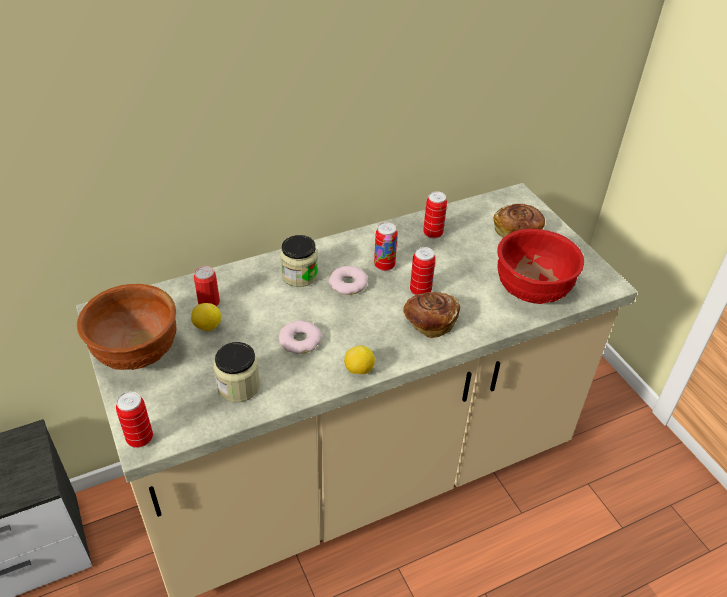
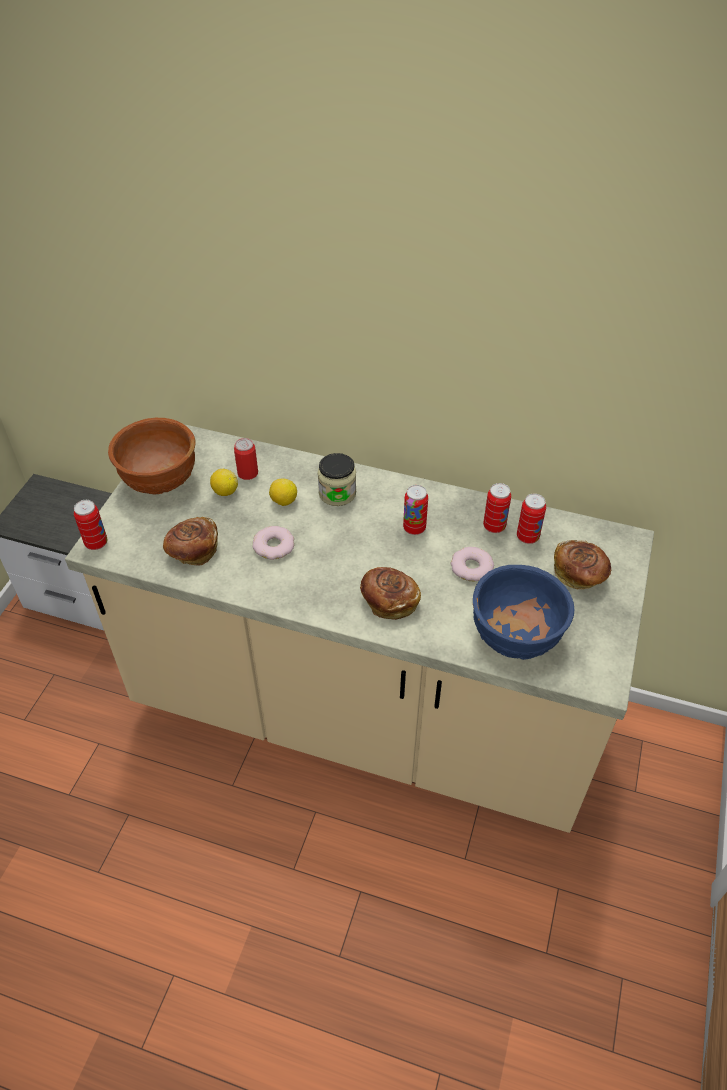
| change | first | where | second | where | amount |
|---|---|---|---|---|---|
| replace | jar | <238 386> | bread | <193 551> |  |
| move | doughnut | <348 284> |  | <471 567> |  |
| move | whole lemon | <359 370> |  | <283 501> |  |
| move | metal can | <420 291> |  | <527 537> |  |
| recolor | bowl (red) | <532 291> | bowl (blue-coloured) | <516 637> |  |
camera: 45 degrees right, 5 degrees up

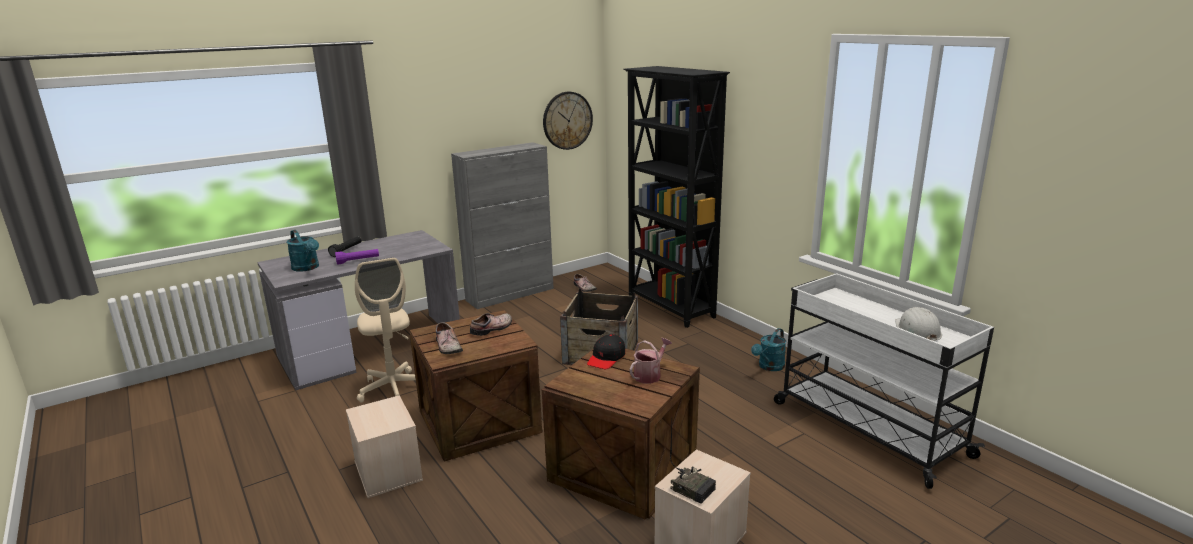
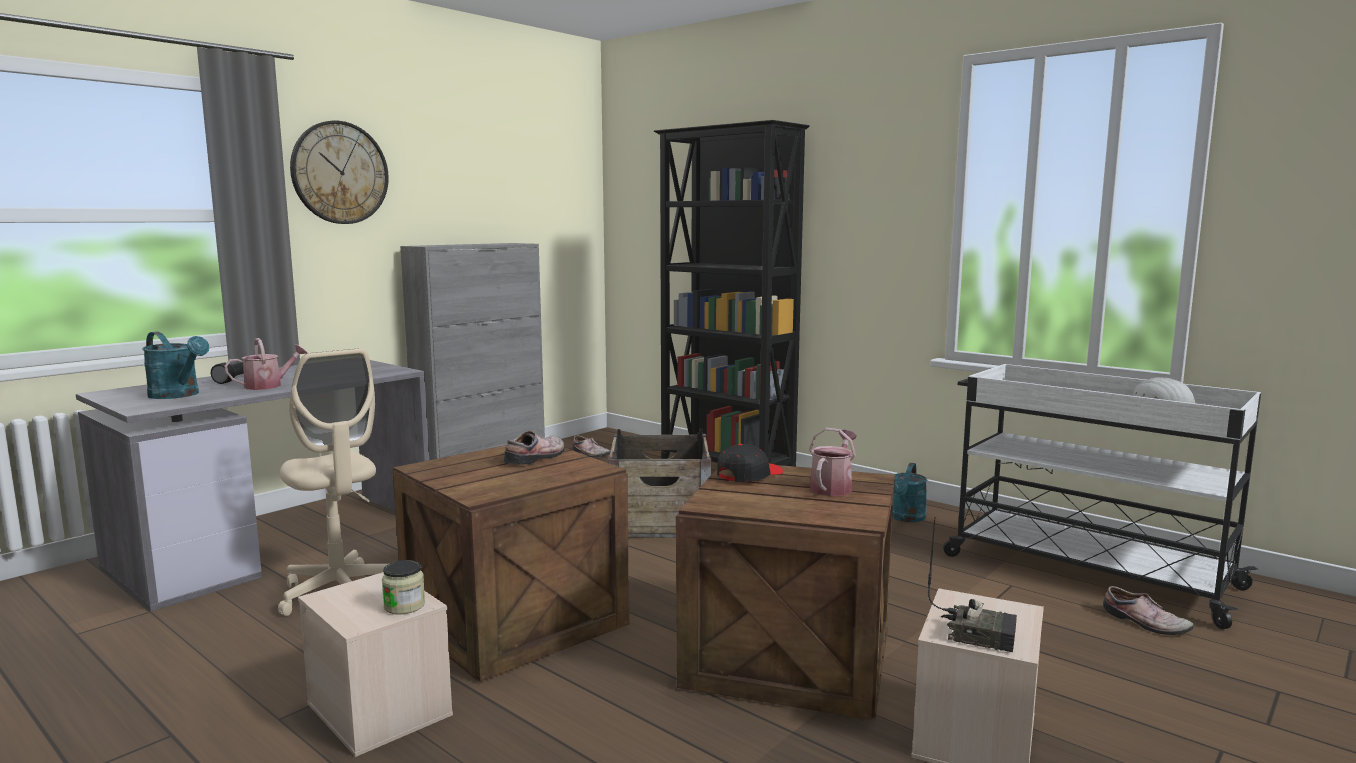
| change | first | where | second | where | amount |
|---|---|---|---|---|---|
| replace | flashlight (purplish) | <358 261> | sprinkling can | <268 386> |  |
| move | low shoe | <447 346> |  | <1144 623> |  |
| move | wall clock | <567 120> |  | <340 173> |  |
| rotate | cap (black-coloured) | <606 358> |  | <749 475> | 150 degrees counterclockwise |
| insert |  |  | jar | <404 606> |  |
camera: 15 degrees left, 10 degrees down

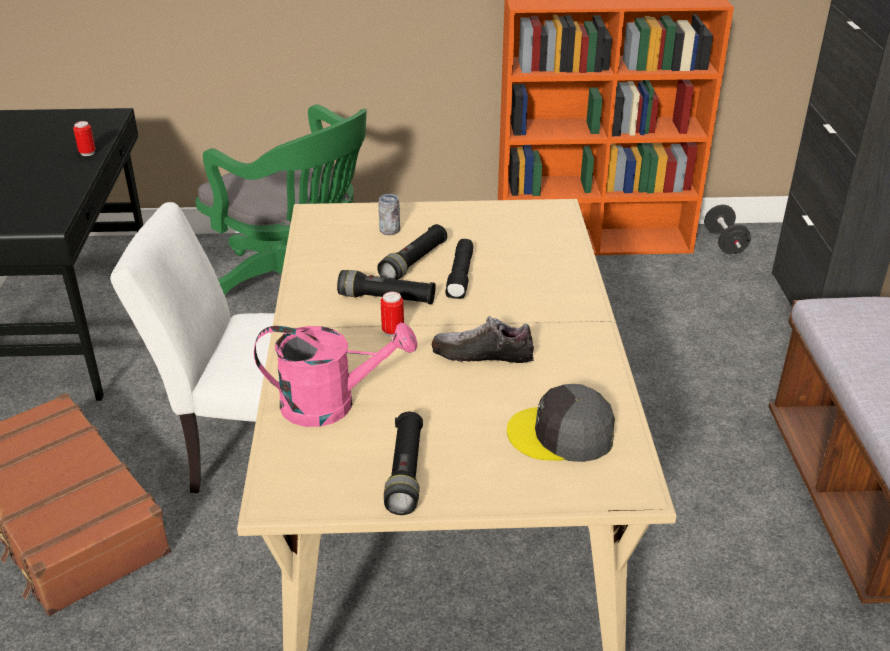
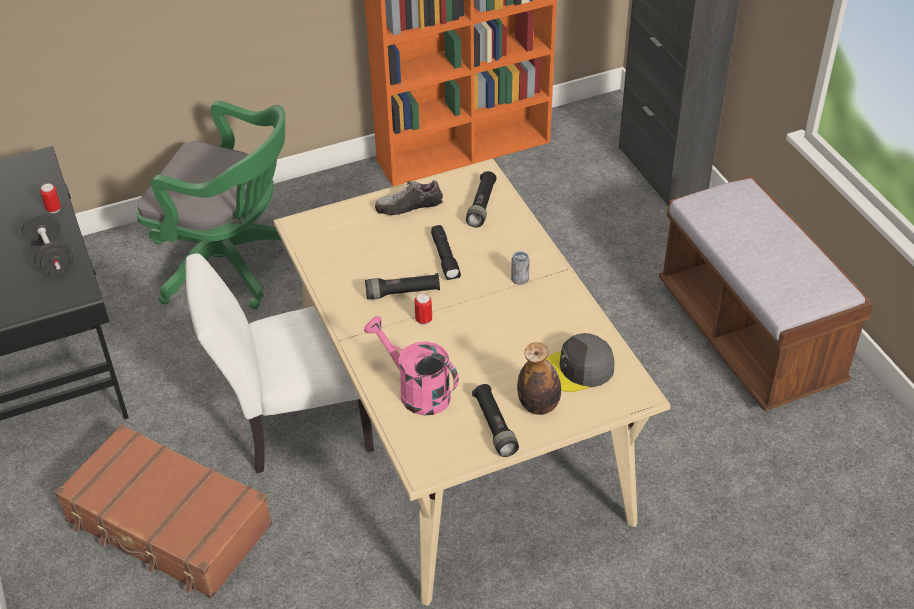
| change | first | where | second | where | amount |
|---|---|---|---|---|---|
| rotate | sprinkling can (pink-coloured) | <331 404> |  | <416 391> | 120 degrees counterclockwise |
| move | flashlight (black-coloured) | <414 263> |  | <481 205> |  |
| move | metal can | <389 230> |  | <520 279> |  |
| move | low shoe | <482 355> |  | <408 206> |  |
| move | dumbbell (black-coloured) | <724 243> |  | <52 257> |  |
| insert |  |  | beverage bottle | <539 405> |  |
camera: 20 degrees left, 10 degrees up

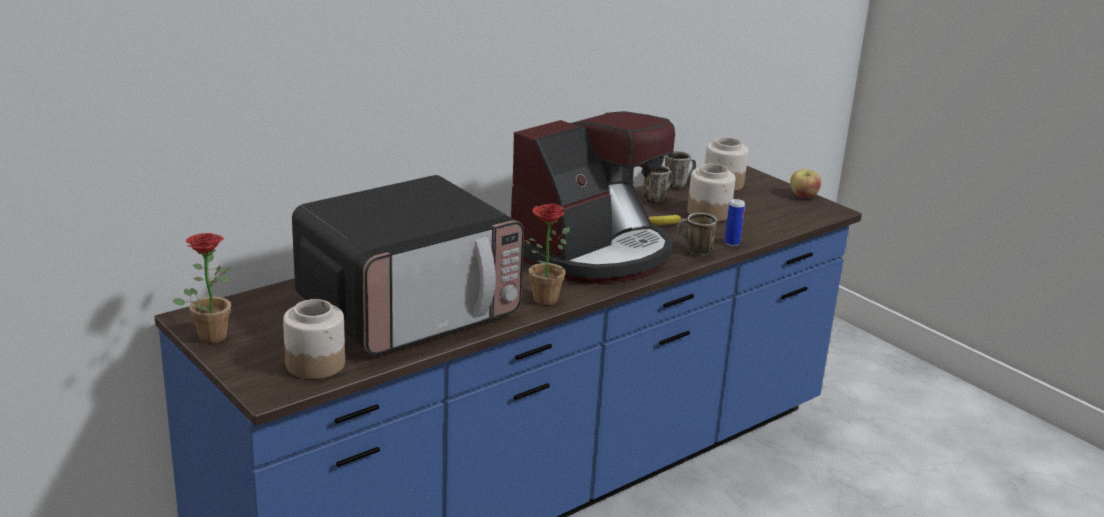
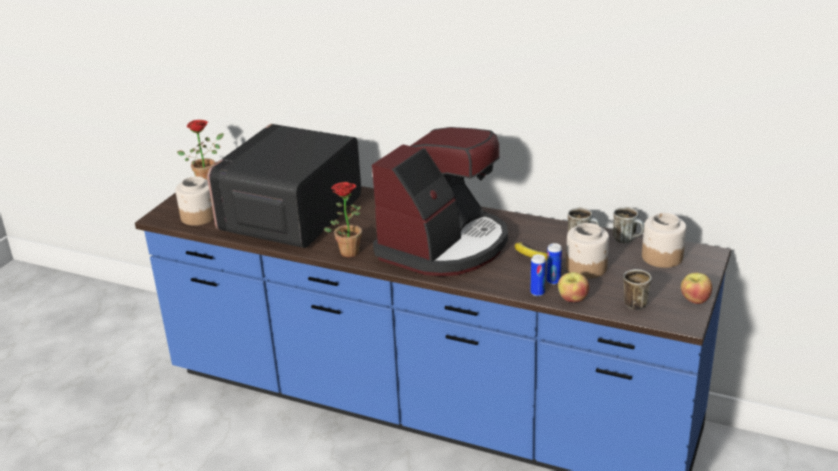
| change | first | where | second | where | amount |
|---|---|---|---|---|---|
| rotate | kitchen microwave | <409 309> |  | <290 217> | 90 degrees clockwise |
| rotate | coffee maker | <592 253> |  | <444 245> | 75 degrees counterclockwise |
| move | tea mug | <693 251> |  | <633 302> |  |
| insert |  |  | metal can | <553 281> |  |
| insert |  |  | apple | <572 299> |  |
camera: 65 degrees right, 5 degrees up

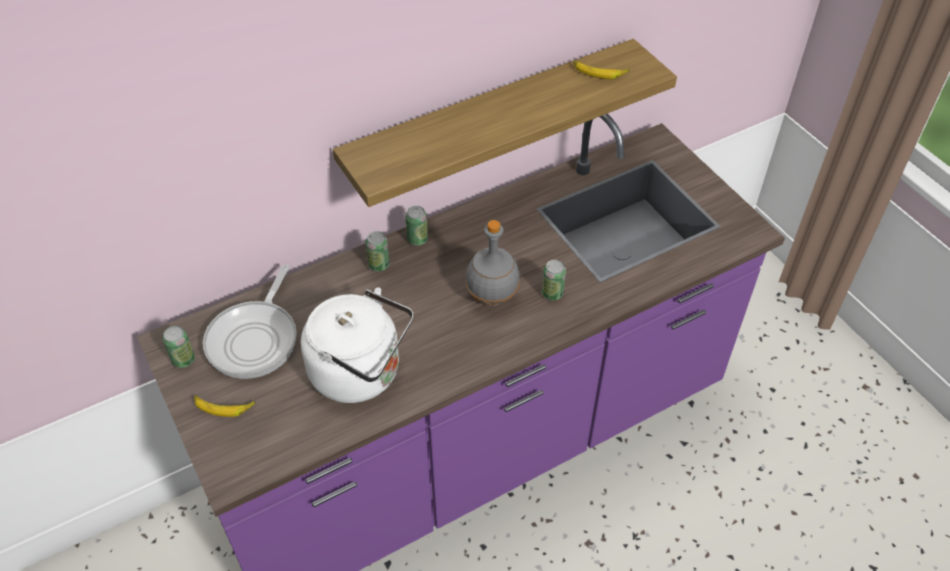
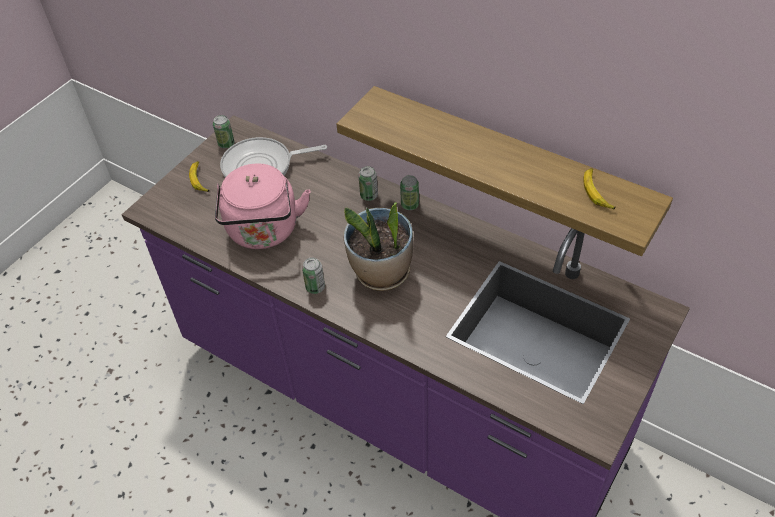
| change | first | where | second | where | amount |
|---|---|---|---|---|---|
| recolor | kettle (white-coloured) | <361 373> | kettle (pink-coloured) | <264 232> |  |
| replace | beverage bottle (greyish) | <492 296> | houseplant | <381 273> |  |
| move | metal can | <552 293> |  | <315 287> |  |
camera: 65 degrees right, 0 degrees up

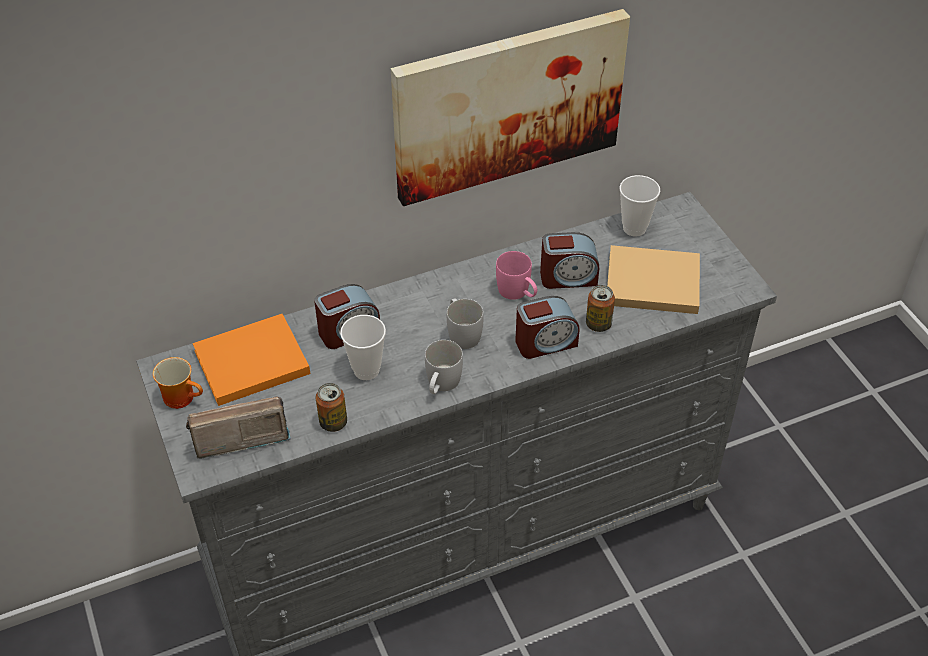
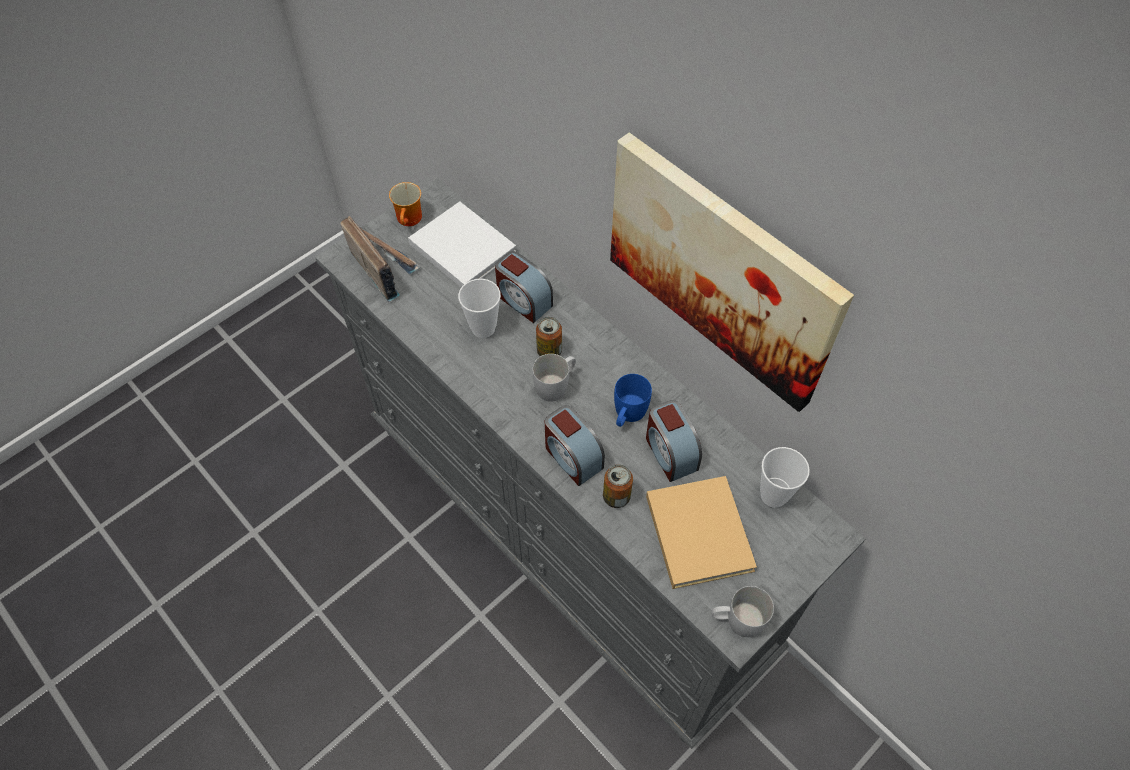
| change | first | where | second | where | amount |
|---|---|---|---|---|---|
| recolor | book (orange-coloured) | <248 363> | book (white-coloured) | <460 246> |  |
| move | metal can | <333 422> |  | <549 351> |  |
| move | tea mug (white-coloured) | <441 385> |  | <737 620> |  |
| recolor | tea mug (pink-coloured) | <517 293> | tea mug (blue-coloured) | <627 415> |  |
camera: 70 degrees right, 10 degrees up

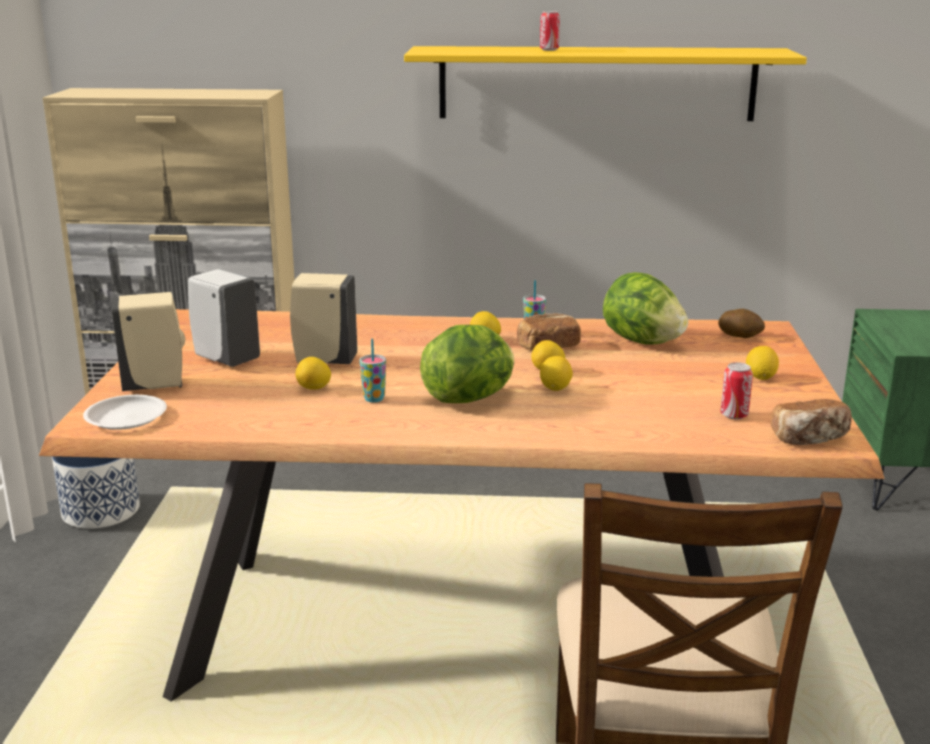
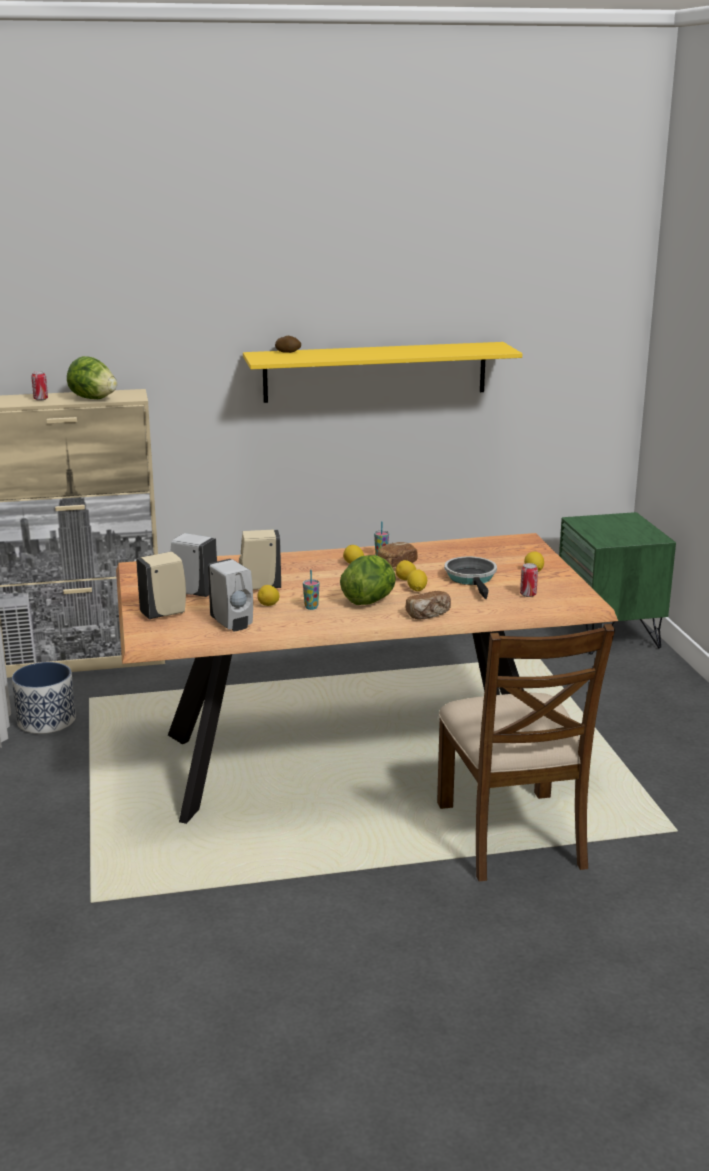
| change | first | where | second | where | amount |
|---|---|---|---|---|---|
| delete | dinner plate (white-coloured) | <125 417> |  |  |  |
| move | metal can | <549 50> |  | <41 399> |  |
| move | head of lettuce | <642 341> |  | <93 398> |  |
| move | spud | <740 336> |  | <288 352> |  |
| move | bread | <810 439> |  | <428 615> |  |
| insert |  |  | soap dispenser (white-coloured) | <232 624> |  |
| insert |  |  | skillet | <472 579> |  |
camera: 15 degrees left, 0 degrees up

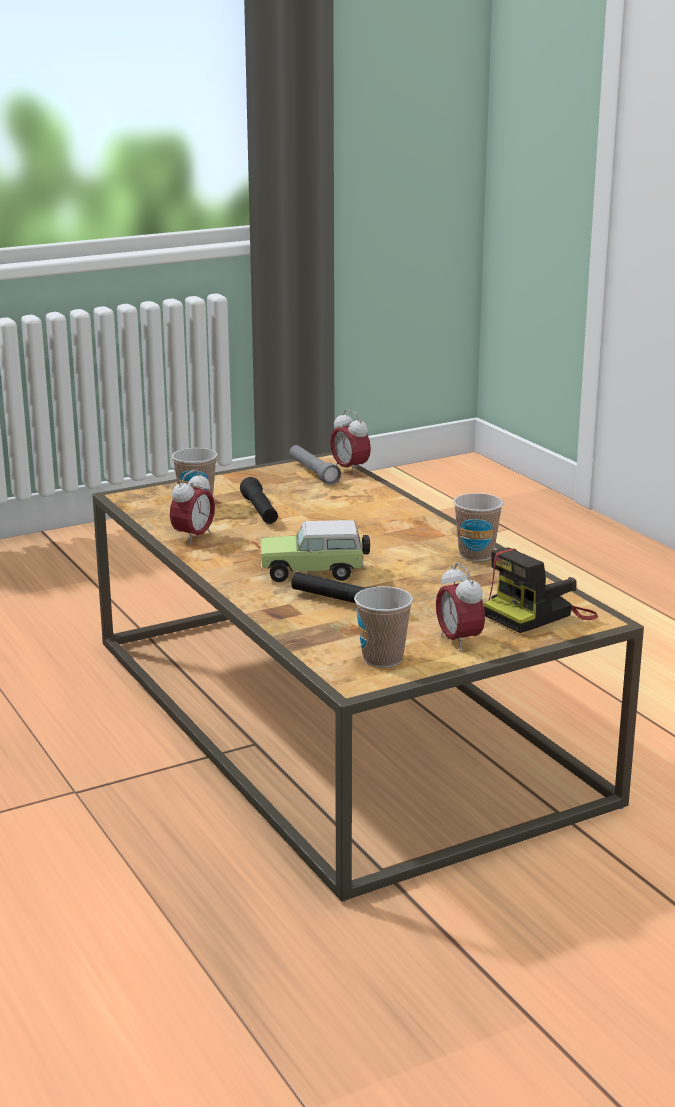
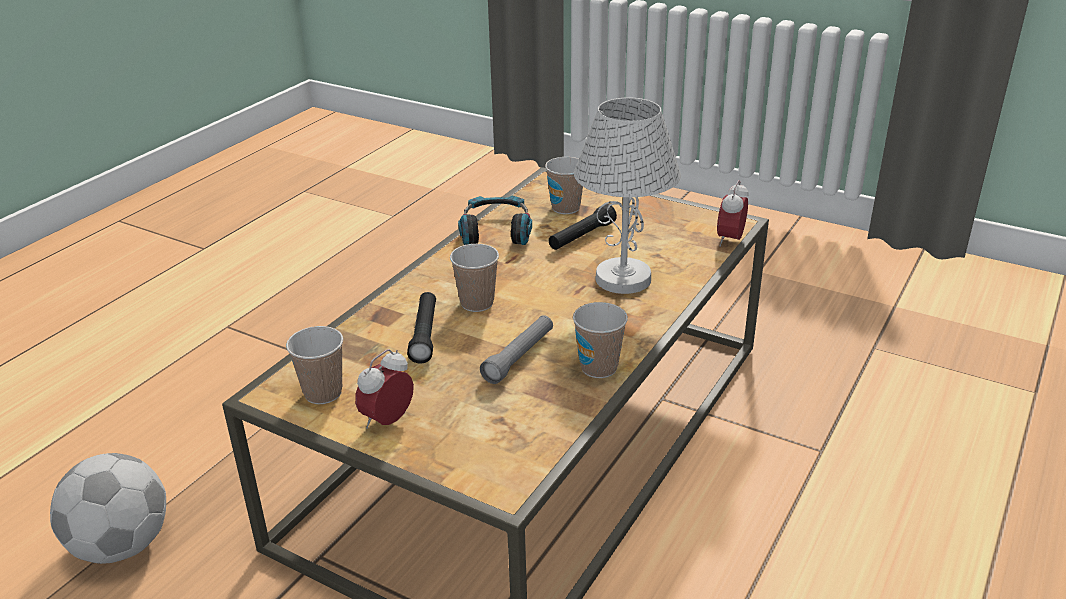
| change | first | where | second | where | amount |
|---|---|---|---|---|---|
| replace | alarm clock | <193 537> | pair of headphones | <496 231> |  |
| replace | model car | <315 572> | small cup | <477 303> |  |
| move | flashlight (greyish) | <313 472> |  | <519 357> |  |
| delete | still camera | <538 614> |  |  |  |
| insert |  |  | football | <121 546> |  |
| insert |  |  | table lamp (white-coloured) | <624 278> |  |
camera: 60 degrees right, 10 degrees up

